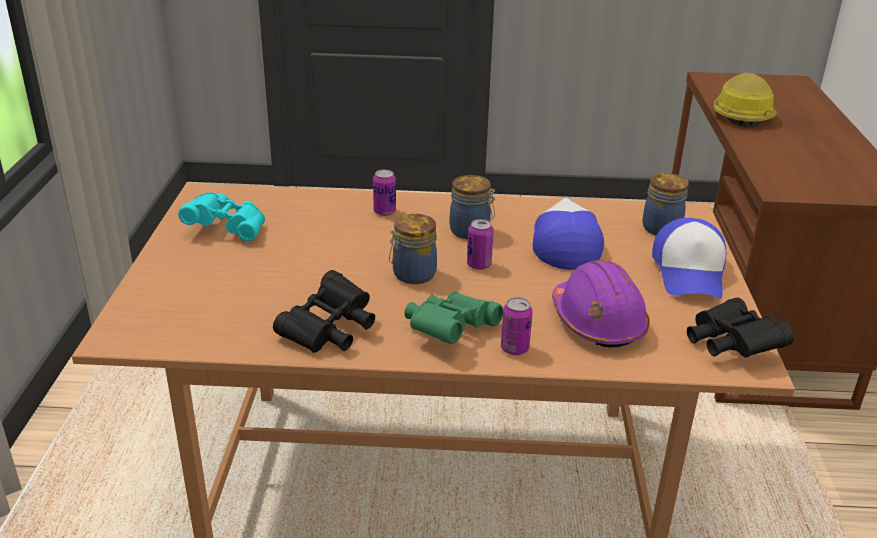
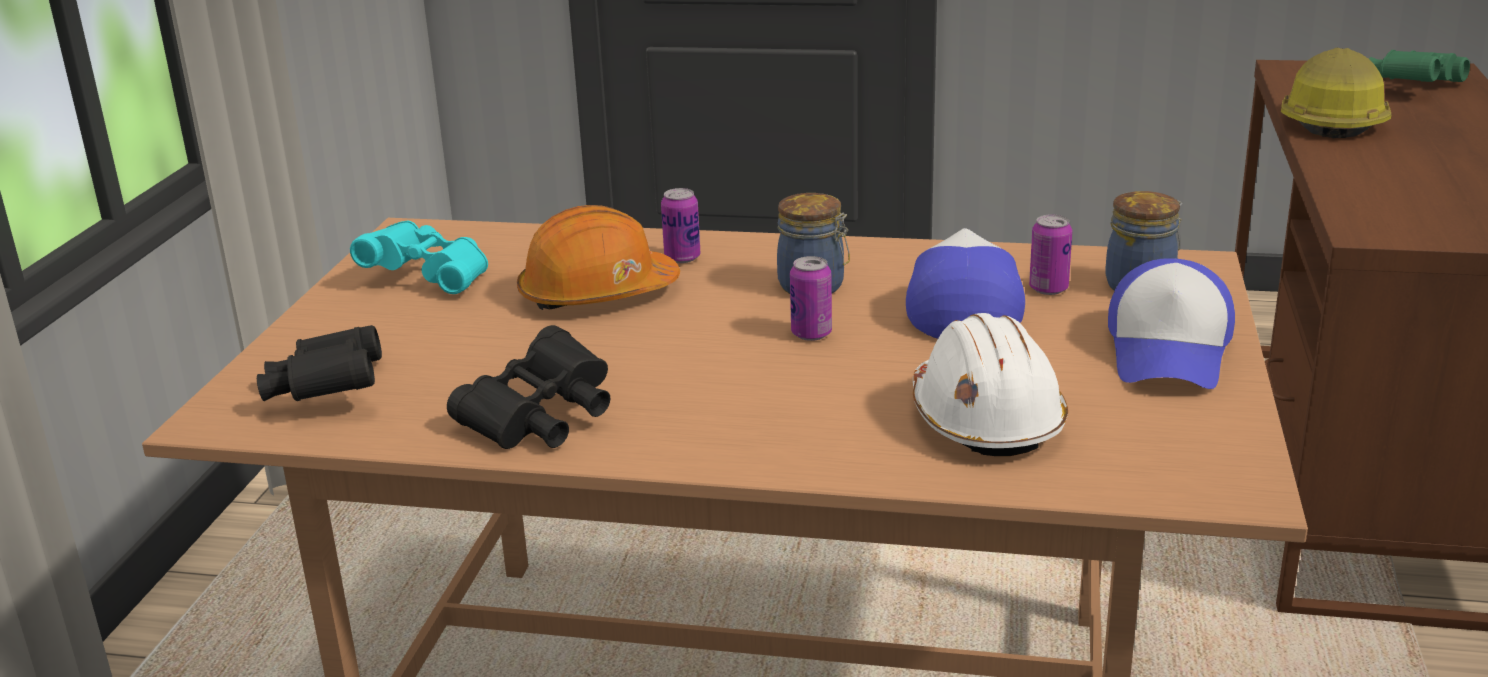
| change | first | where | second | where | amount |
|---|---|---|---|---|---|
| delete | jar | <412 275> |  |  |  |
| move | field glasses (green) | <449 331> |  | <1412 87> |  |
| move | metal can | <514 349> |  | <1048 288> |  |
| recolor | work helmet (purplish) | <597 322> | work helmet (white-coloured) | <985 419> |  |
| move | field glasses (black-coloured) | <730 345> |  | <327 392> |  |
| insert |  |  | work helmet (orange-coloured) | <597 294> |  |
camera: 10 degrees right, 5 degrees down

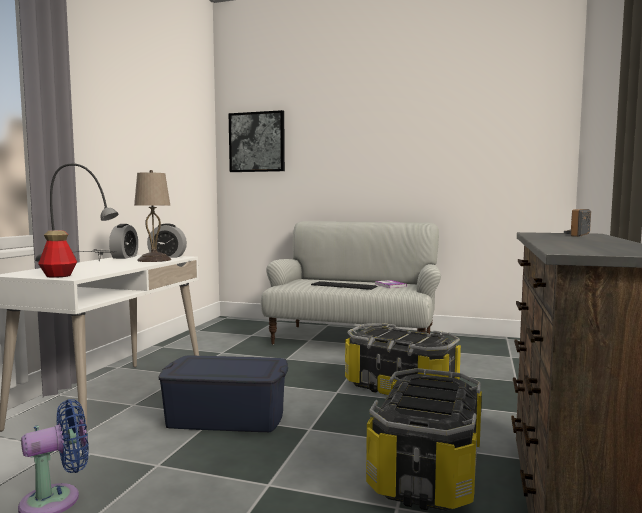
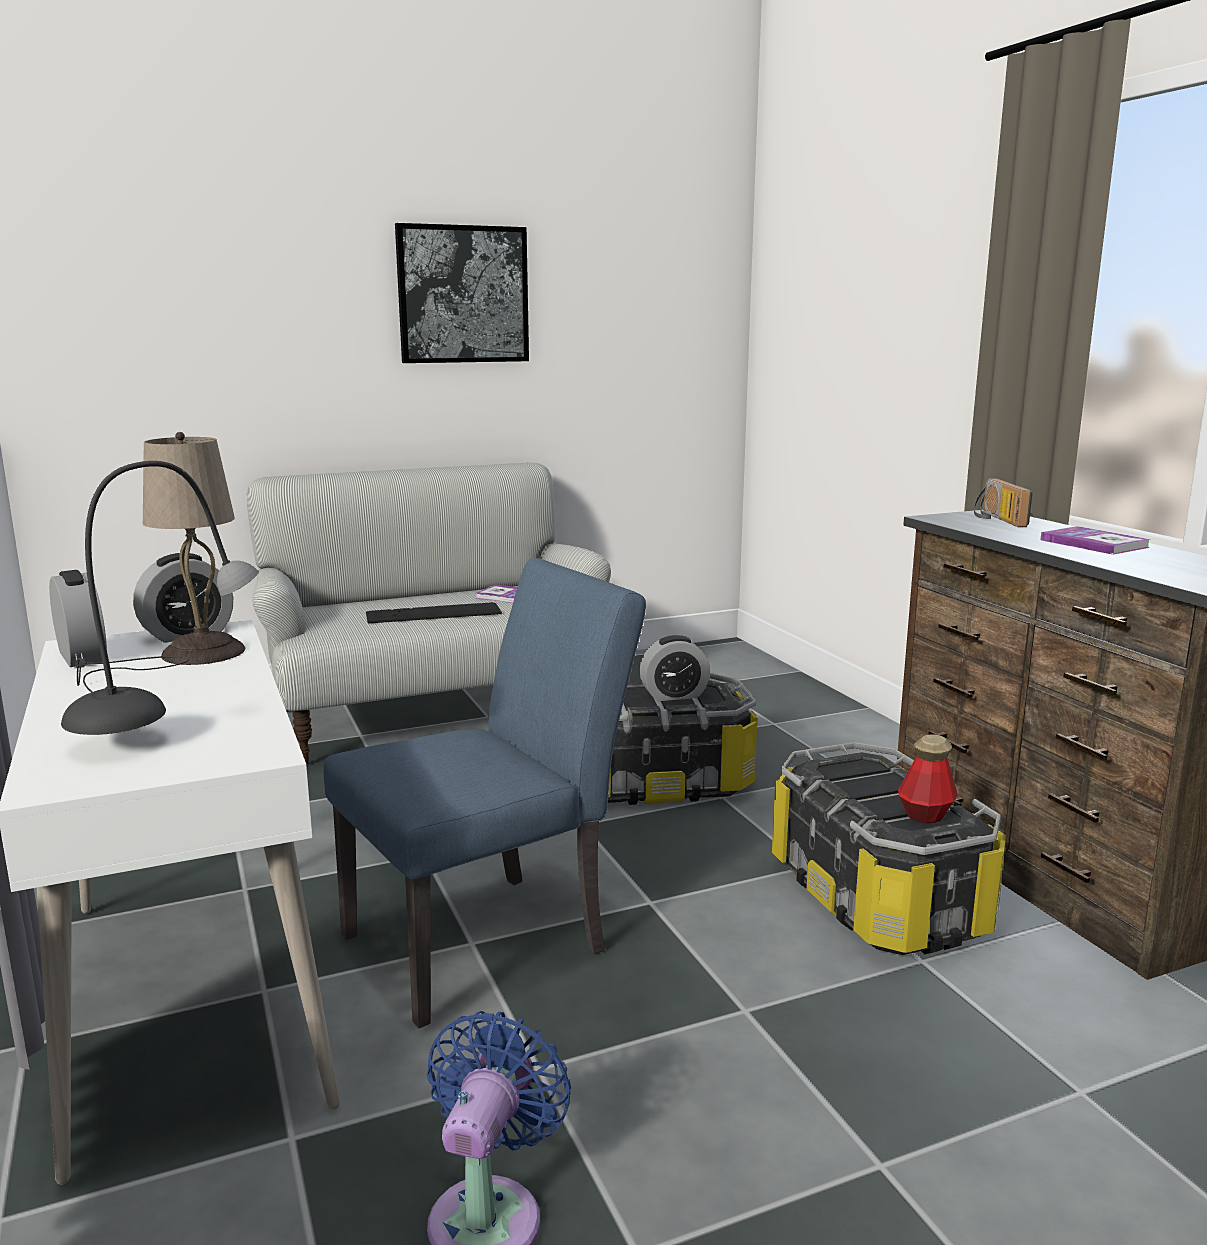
| change | first | where | second | where | amount |
|---|---|---|---|---|---|
| move | beverage bottle | <58 276> |  | <925 815> |  |
| replace | storage bin (blue-coloured) | <226 417> | upright chair (blue-coloured) | <492 938> |  |
| move | wall picture | <257 142> |  | <463 295> |  |
| insert |  |  | alarm clock | <674 695> |  |
| insert |  |  | book | <1094 543> |  |
camera: 40 degrees left, 10 degrees up

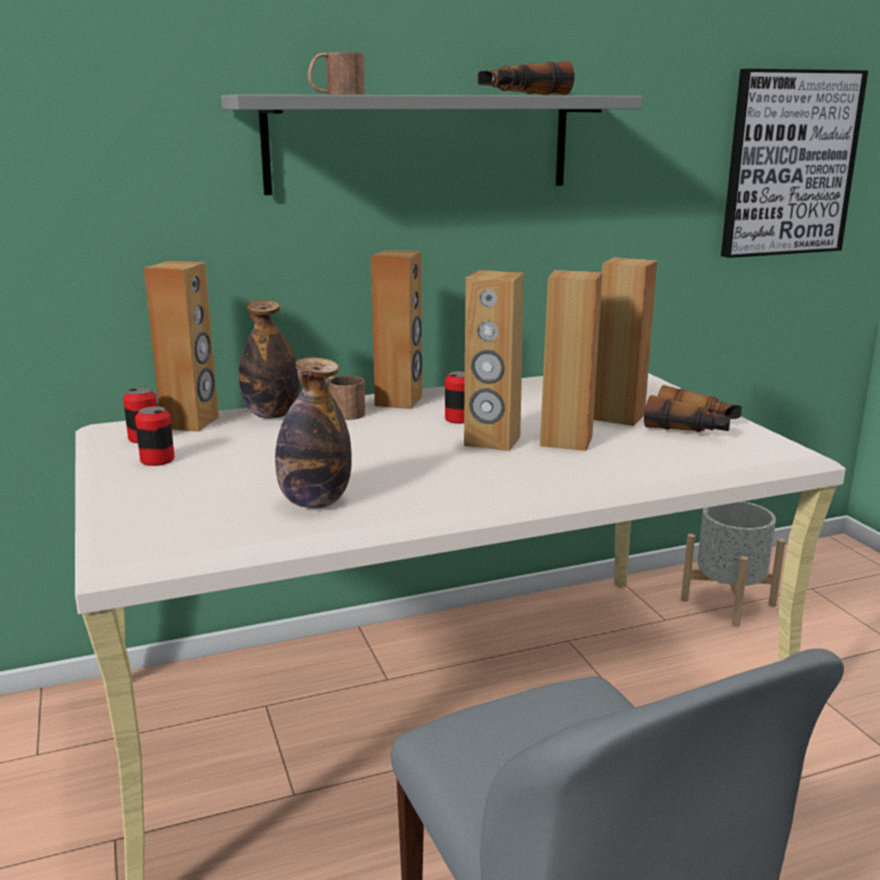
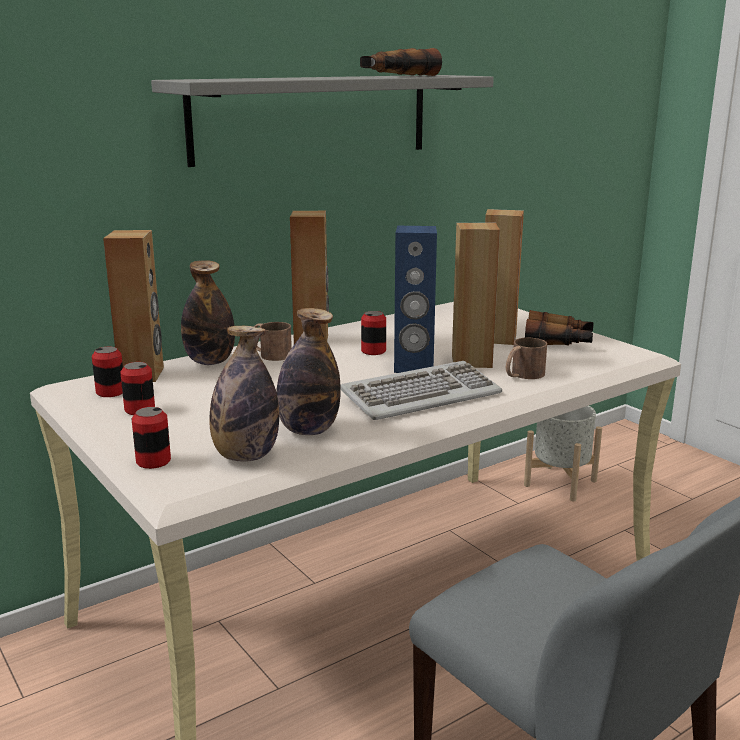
| change | first | where | second | where | amount |
|---|---|---|---|---|---|
| move | tea mug (brown) | <336 94> |  | <522 375> |  |
| recolor | speaker (brown) | <492 441> | speaker (blue-coloured) | <414 367> |  |
| delete | wall picture | <789 164> |  |  |  |
| insert |  |  | metal can | <153 461> |  |
| insert |  |  | beverage bottle | <245 456> |  |
| insert |  |  | PC keyboard | <421 395> |  |
camera: 15 degrees left, 0 degrees up

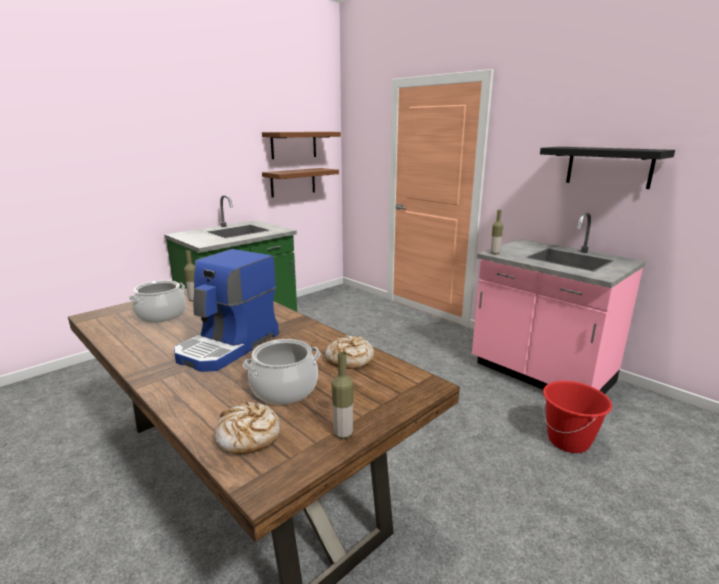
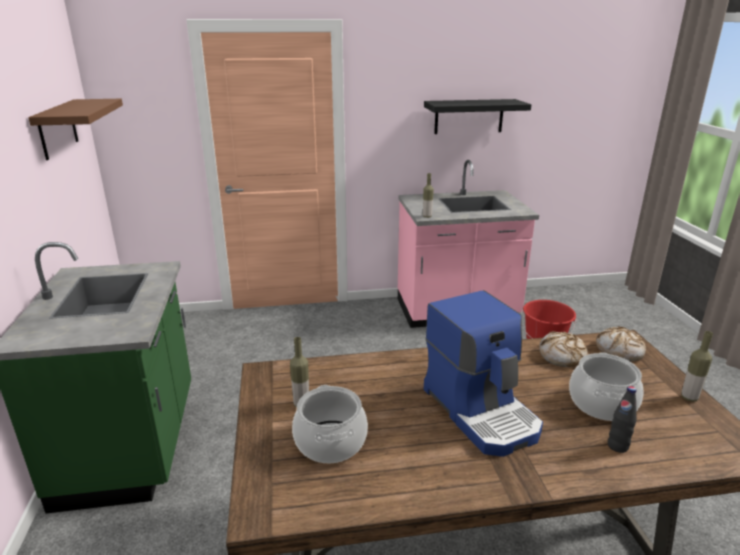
| change | first | where | second | where | amount |
|---|---|---|---|---|---|
| move | bread | <248 436> |  | <619 350> |  |
| delete | bracket shelf (brown) | <293 182> |  |  |  |
| insert |  |  | beverage bottle (black-coloured) | <617 446> |  |
camera: 55 degrees left, 5 degrees up

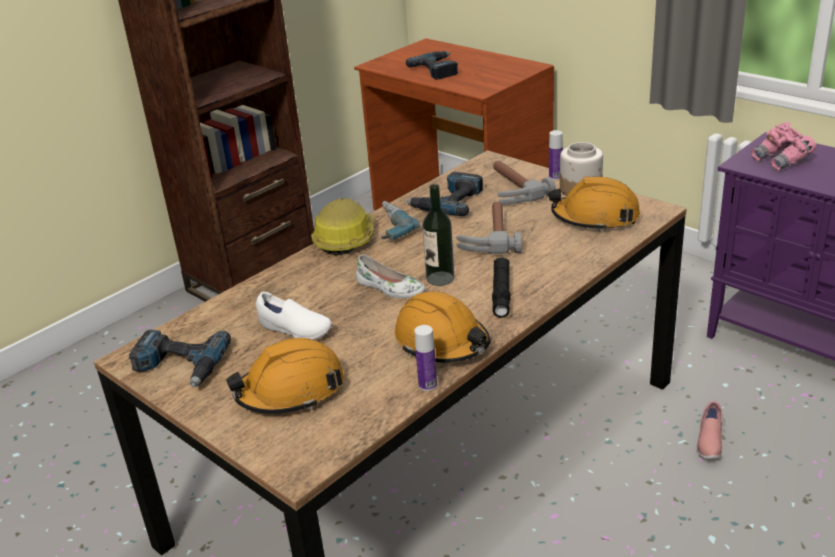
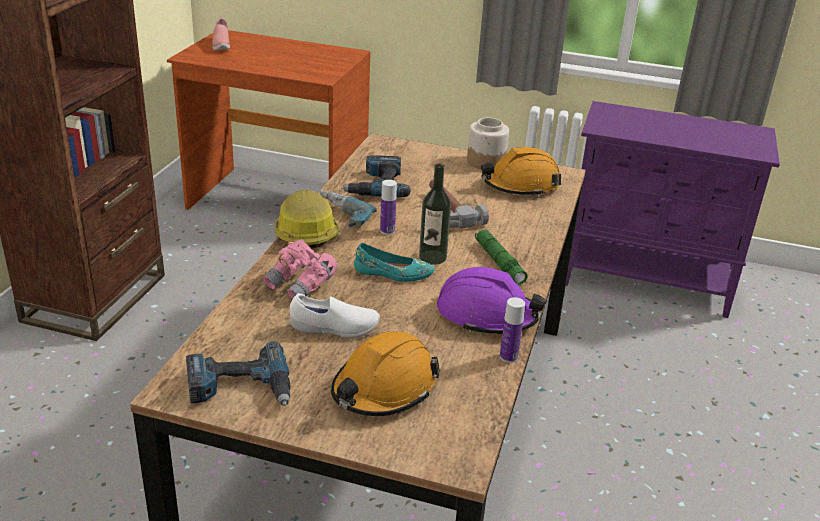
| change | first | where | second | where | amount |
|---|---|---|---|---|---|
| recolor | low shoe (white-coloured) | <390 288> | low shoe (turquoise) | <393 273> |  |
| recolor | work helmet (orange-coloured) | <442 342> | work helmet (purplish) | <486 315> |  |
| delete | electric drill | <438 69> |  |  |  |
| recolor | flashlight (black-coloured) | <501 293> | flashlight (green) | <499 262> |  |
| delete | hammer | <509 190> |  |  |  |
| move | beverage bottle | <555 177> |  | <387 231> |  |
| move | low shoe (pink-coloured) | <709 442> |  | <221 46> |  |
| move | field glasses (pink-coloured) | <782 160> |  | <301 285> |  |
camera: 30 degrees left, 0 degrees up

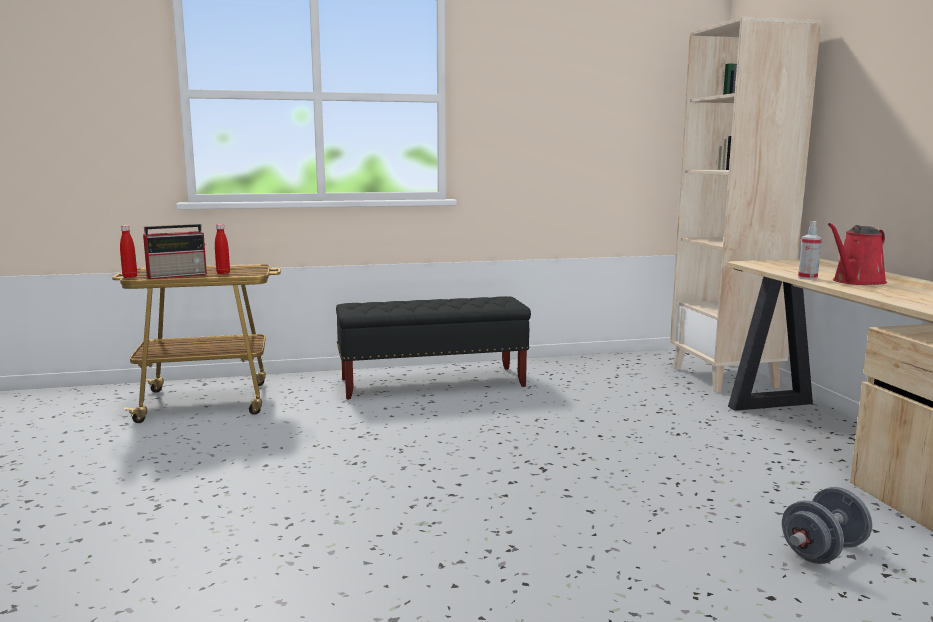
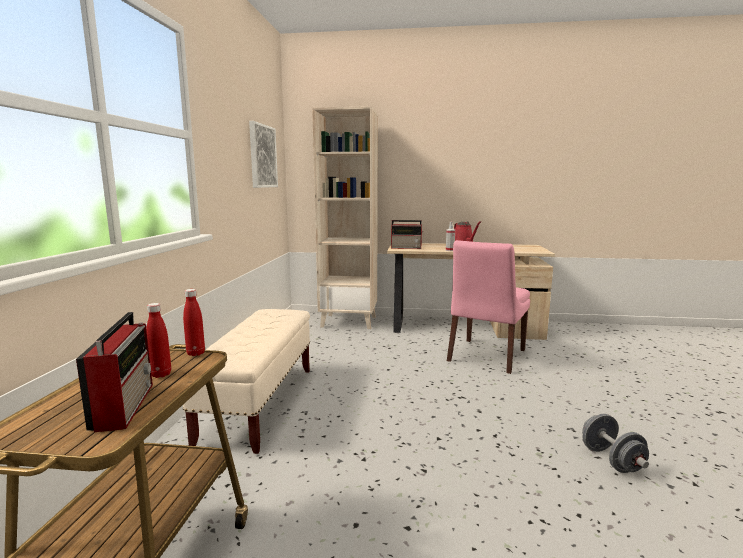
| change | first | where | second | where | amount |
|---|---|---|---|---|---|
| move | beverage bottle (red) | <130 277> |  | <196 353> |  |
| recolor | long seat (black-coloured) | <433 383> | long seat (sand-coloured) | <259 404> |  |
| move | dumbbell (greyish) | <823 551> |  | <611 460> |  |
| insert |  |  | wall picture | <262 156> |  |
| insert |  |  | radio set | <407 248> |  |
| insert |  |  | upright chair (pink-coloured) | <485 357> |  |
camera: 70 degrees left, 0 degrees up

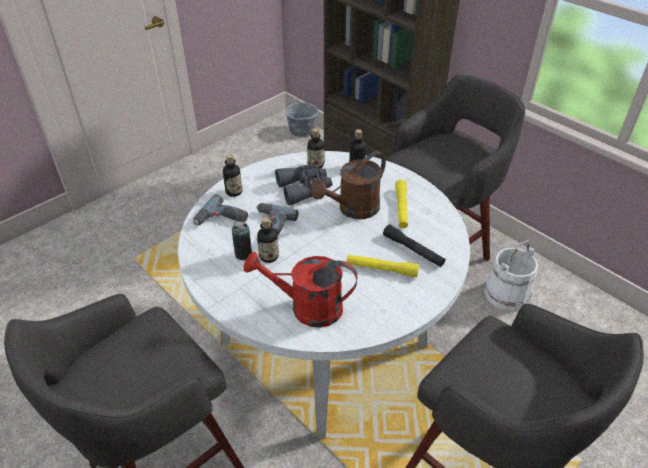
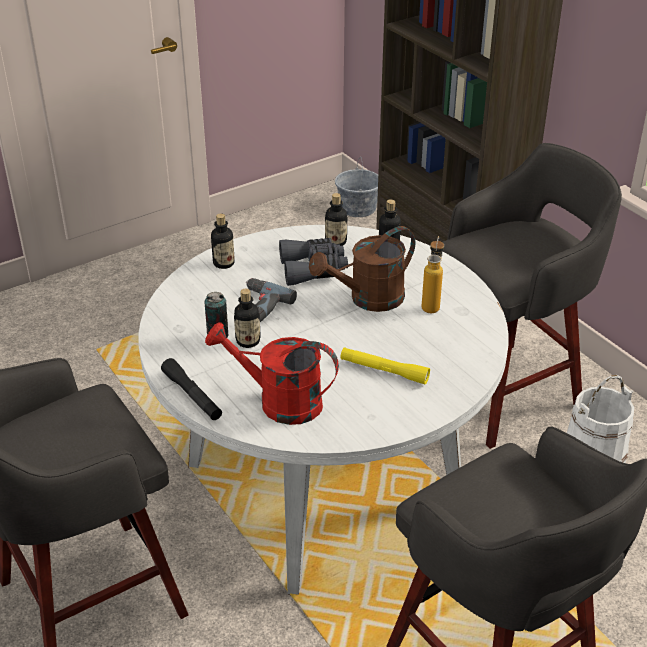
| change | first | where | second | where | amount |
|---|---|---|---|---|---|
| delete | electric drill | <221 220> |  |  |  |
| move | flashlight (black-coloured) | <413 250> |  | <192 395> |  |
| replace | flashlight (yellowish) | <401 208> | beverage bottle | <431 304> |  |
camera: 10 degrees right, 5 degrees down

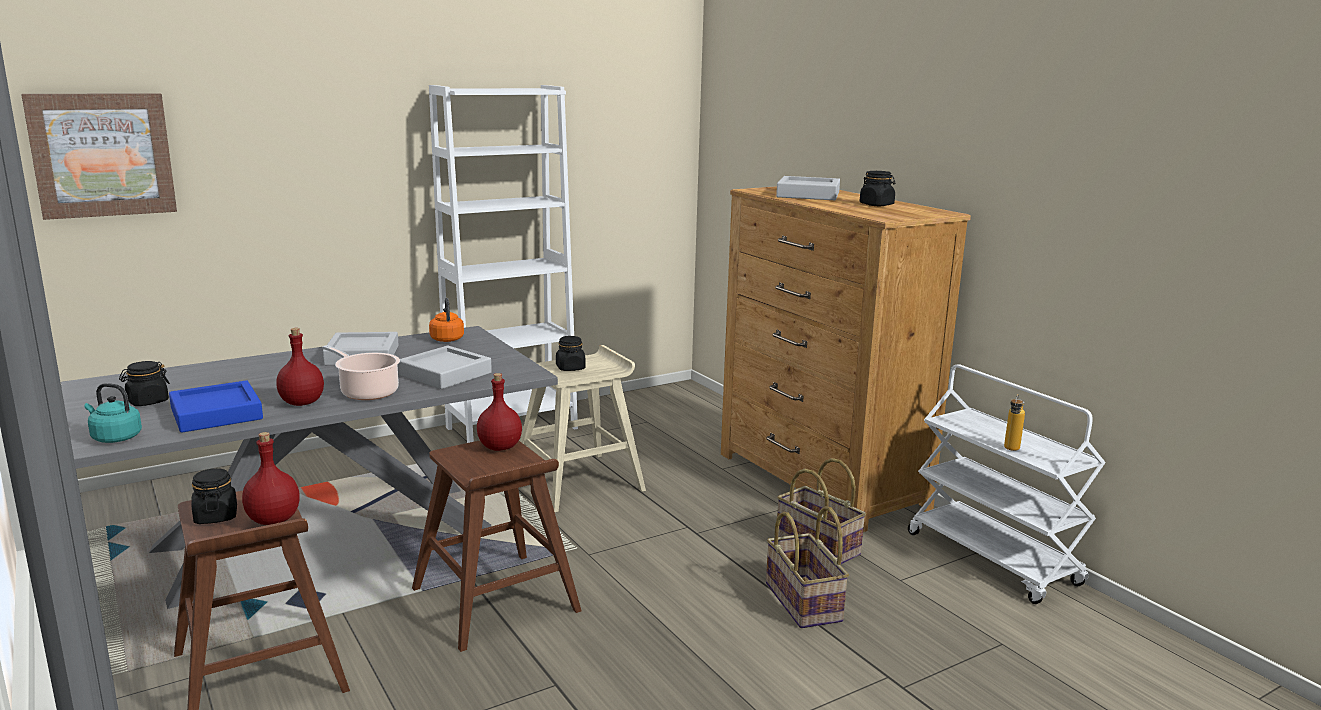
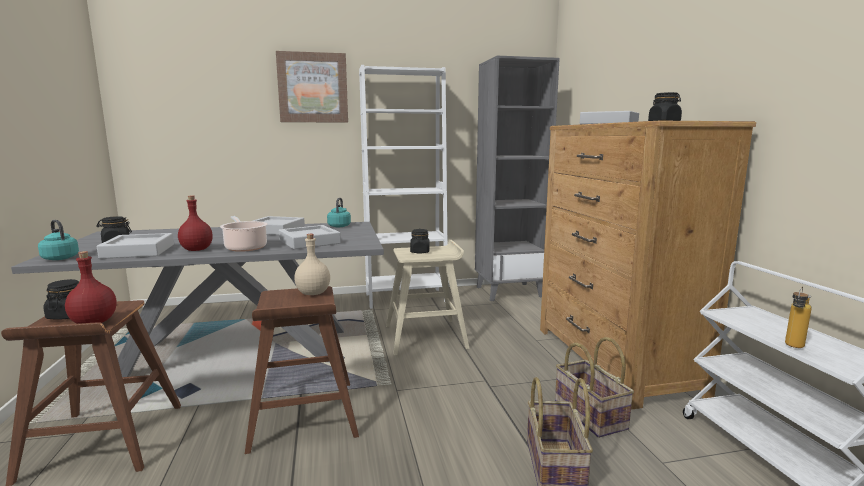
| change | first | where | second | where | amount |
|---|---|---|---|---|---|
| move | wall picture | <102 155> |  | <313 88> |  |
| recolor | tray (blue-coloured) | <216 414> | tray (greyish) | <138 251> |  |
| recolor | kettle (orange-coloured) | <447 339> | kettle (turquoise) | <339 226> |  |
| recolor | beverage bottle (red) | <500 447> | beverage bottle (sand-coloured) | <313 293> |  |
| insert |  |  | bookshelf (greyish) | <509 291> |  |
camera: 20 degrees right, 5 degrees down

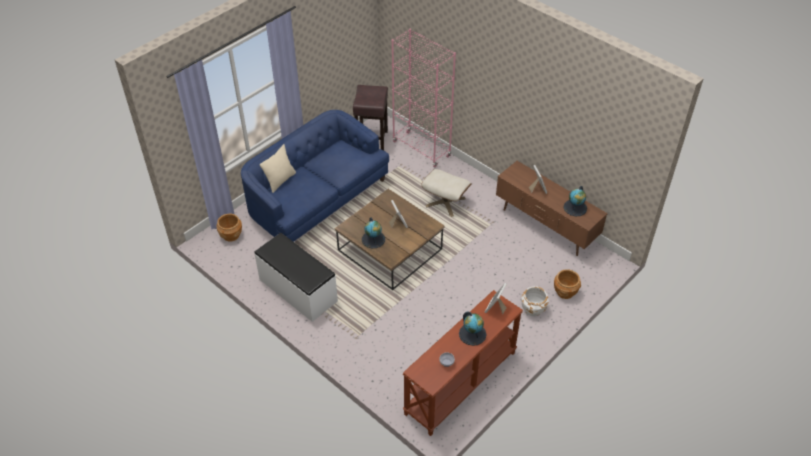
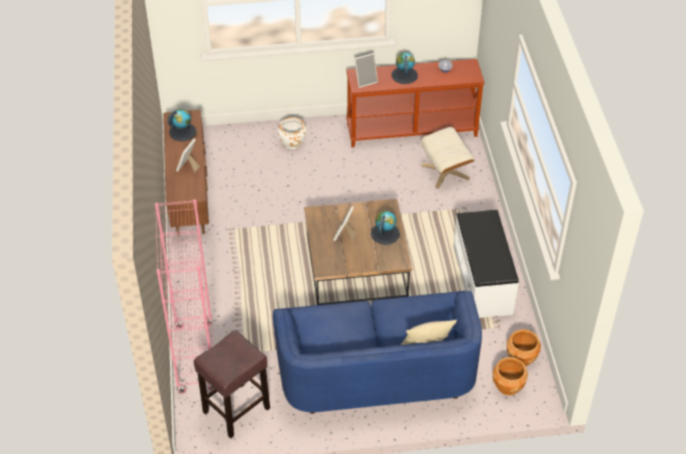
| change | first | where | second | where | amount |
|---|---|---|---|---|---|
| move | ottoman (sand-coloured) | <445 202> |  | <446 172> |  |
| move | planter (brown) | <565 292> |  | <521 357> |  |
camera: 140 degrees left, 0 degrees up

